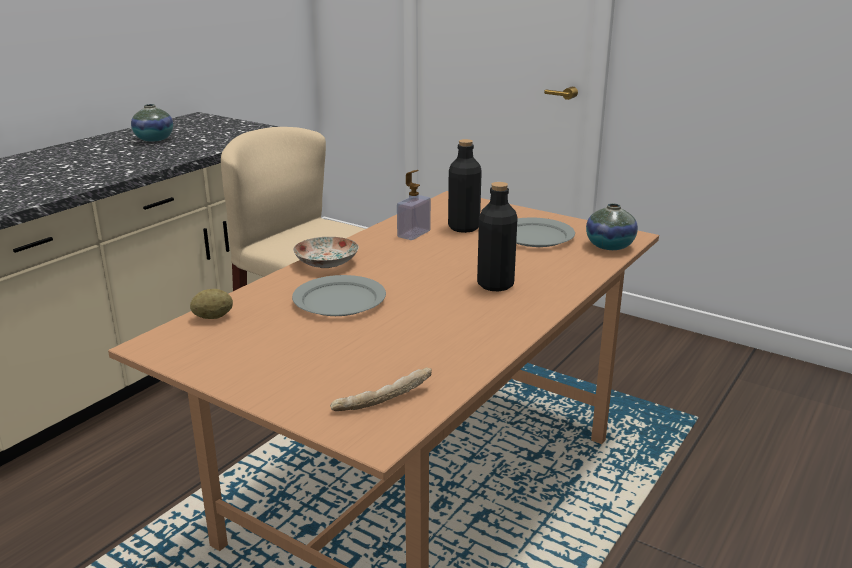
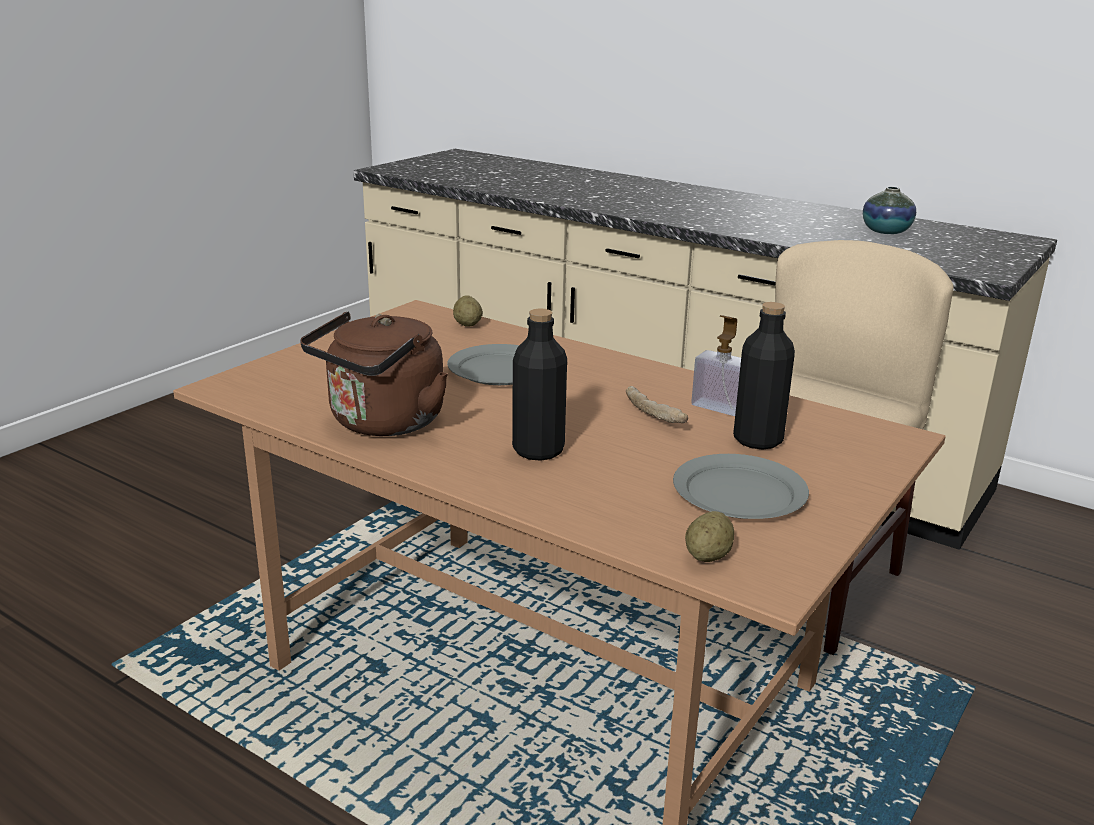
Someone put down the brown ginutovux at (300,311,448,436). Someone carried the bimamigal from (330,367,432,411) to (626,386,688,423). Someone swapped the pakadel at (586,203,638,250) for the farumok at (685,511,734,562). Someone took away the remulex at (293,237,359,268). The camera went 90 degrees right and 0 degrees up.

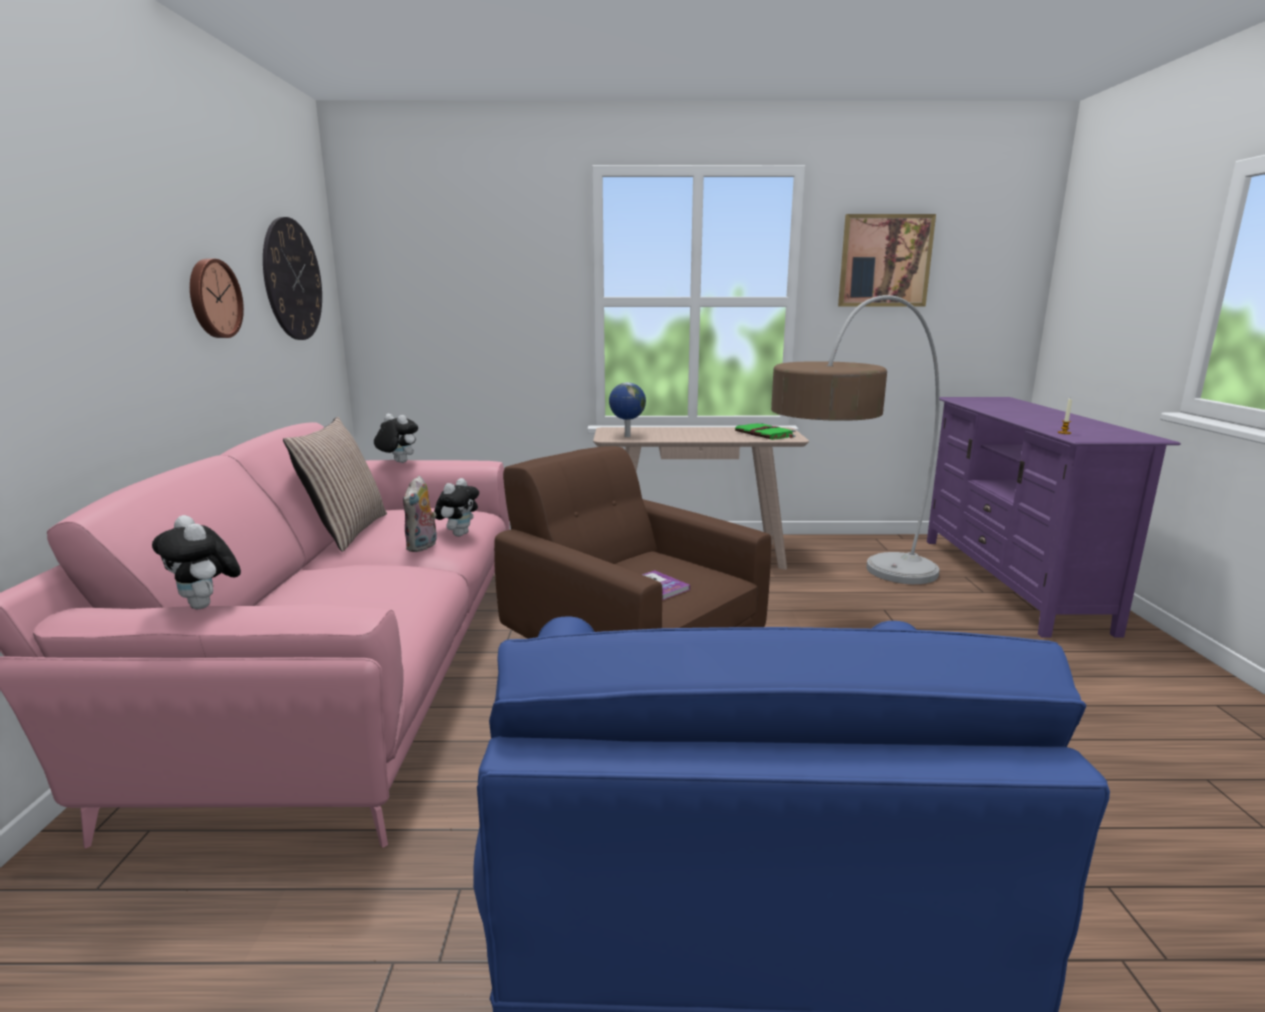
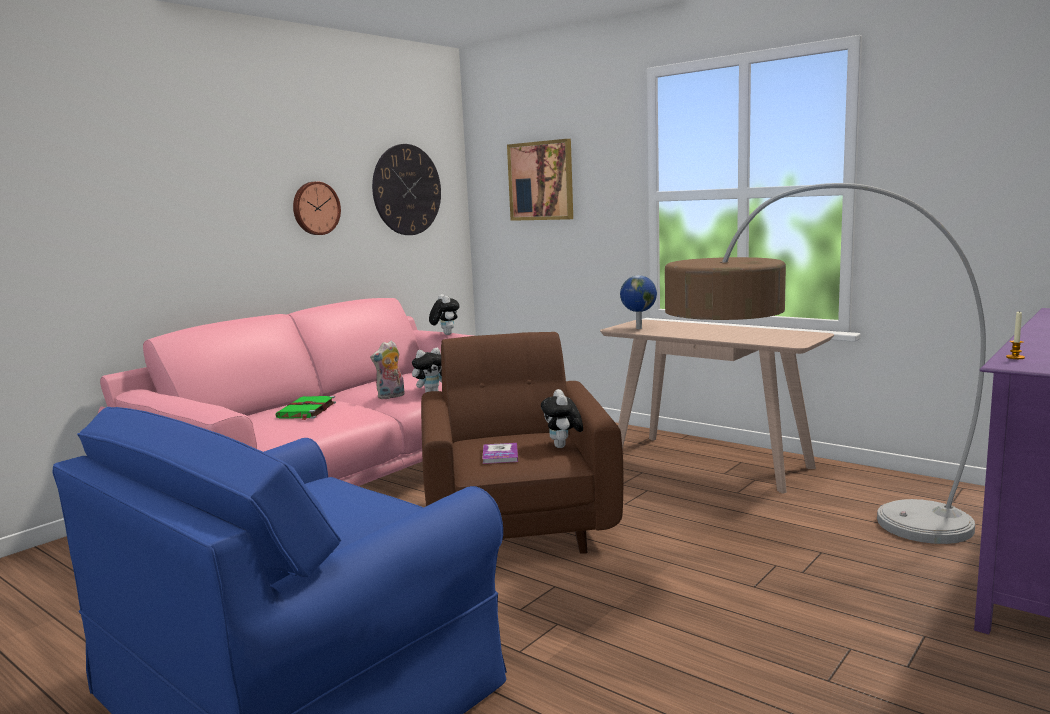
Someone carried the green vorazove from (735,423,795,440) to (275,396,336,420). Someone carried the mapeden from (838,214,936,307) to (507,139,573,221). Someone carried the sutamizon from (152,515,241,609) to (541,389,583,448). Someone took away the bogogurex at (283,417,387,552). The camera went 40 degrees right and 5 degrees down.

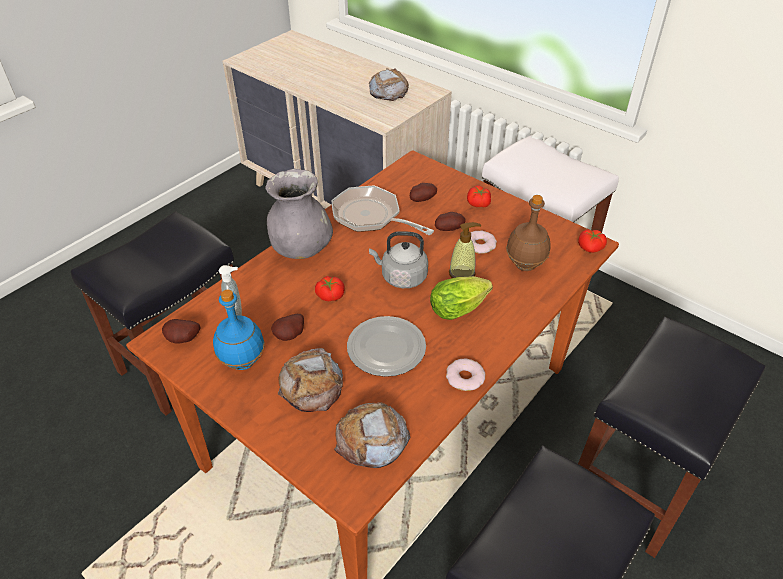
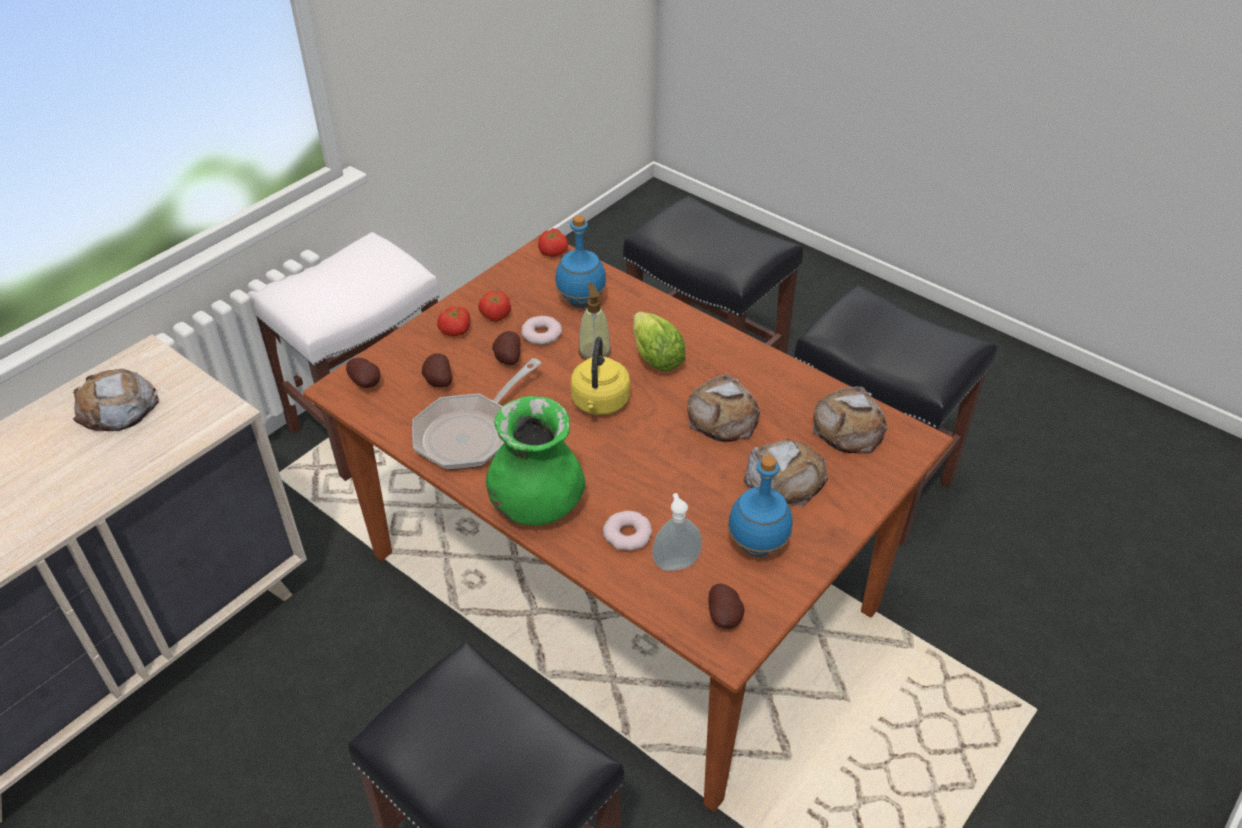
Someone carried the farumok from (271,314,304,341) to (346,358,380,388). Someone carried the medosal from (315,276,345,301) to (478,291,511,322). Someone repainted the grey pakadel at (265,169,333,259), which became the green pakadel at (486,396,585,526). Someone repainted the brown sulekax at (506,195,551,271), which became the blue sulekax at (555,215,606,308). Someone repainted the grey ginutovux at (369,231,428,288), which became the yellow ginutovux at (571,337,630,415). Someone carried the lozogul from (446,359,485,391) to (603,511,652,551). Someone swapped the remulex at (347,316,426,377) for the bimamigal at (687,375,760,442). The camera went 90 degrees left and 0 degrees up.

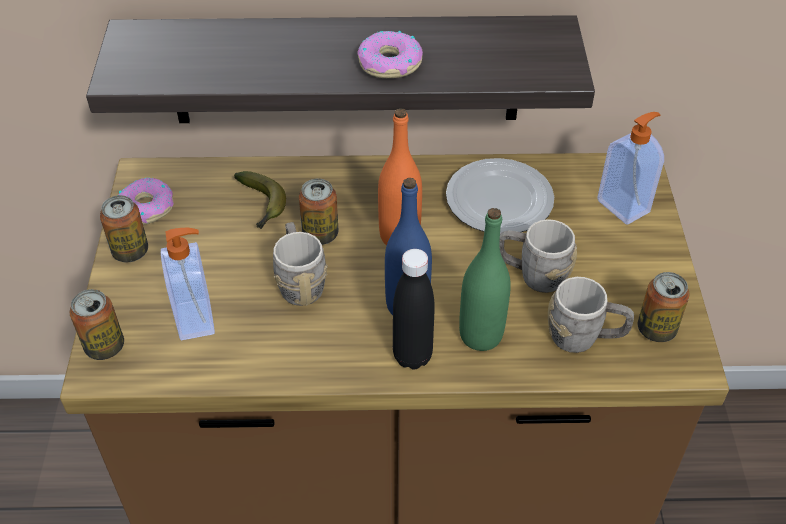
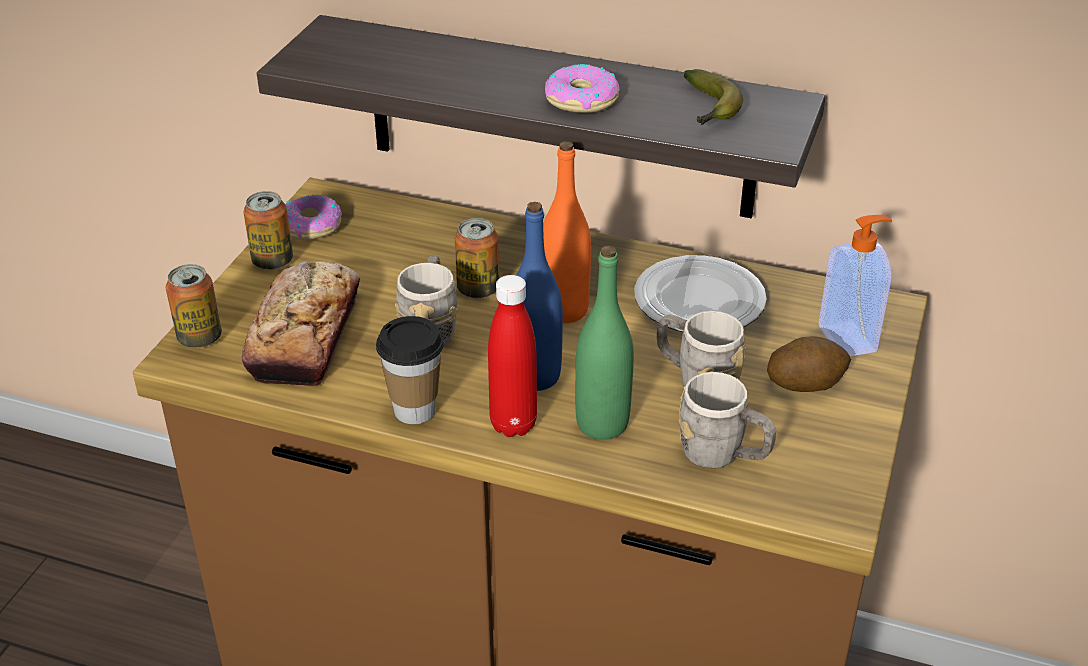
Someone swapped the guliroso at (161,228,215,340) for the bimamigal at (242,261,360,386). Someone put down the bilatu at (376,316,444,424). Someone repainted the black sulekax at (393,249,435,370), which became the red sulekax at (488,275,537,437). Someone carried the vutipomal from (234,171,286,229) to (684,69,743,125). Someone put down the farumok at (767,336,851,392). Someone took away the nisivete at (637,272,689,342). The camera went 20 degrees right and 10 degrees down.

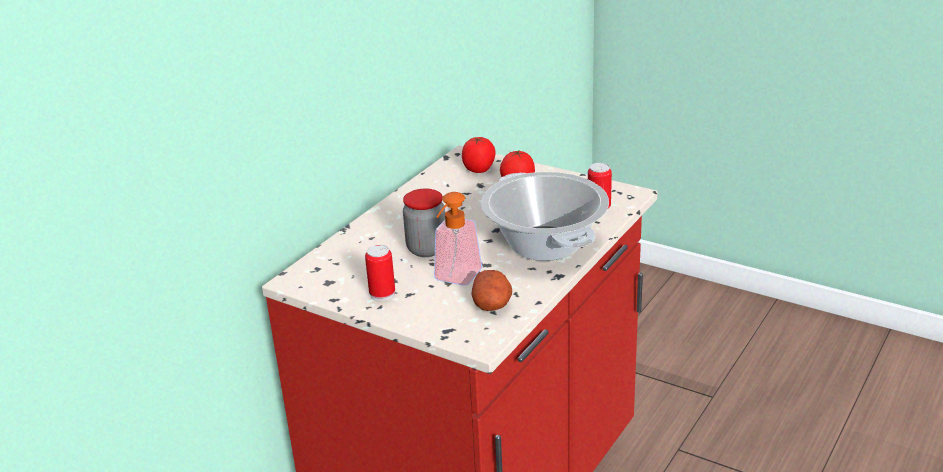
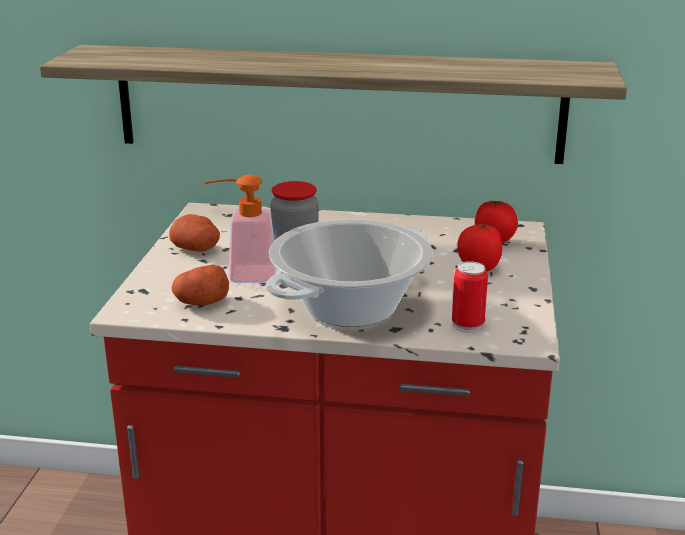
Someone put up the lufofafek at (40,45,627,164). Someone swapped the nisivete at (365,244,395,301) for the farumok at (169,214,220,252). The camera went 65 degrees right and 5 degrees down.

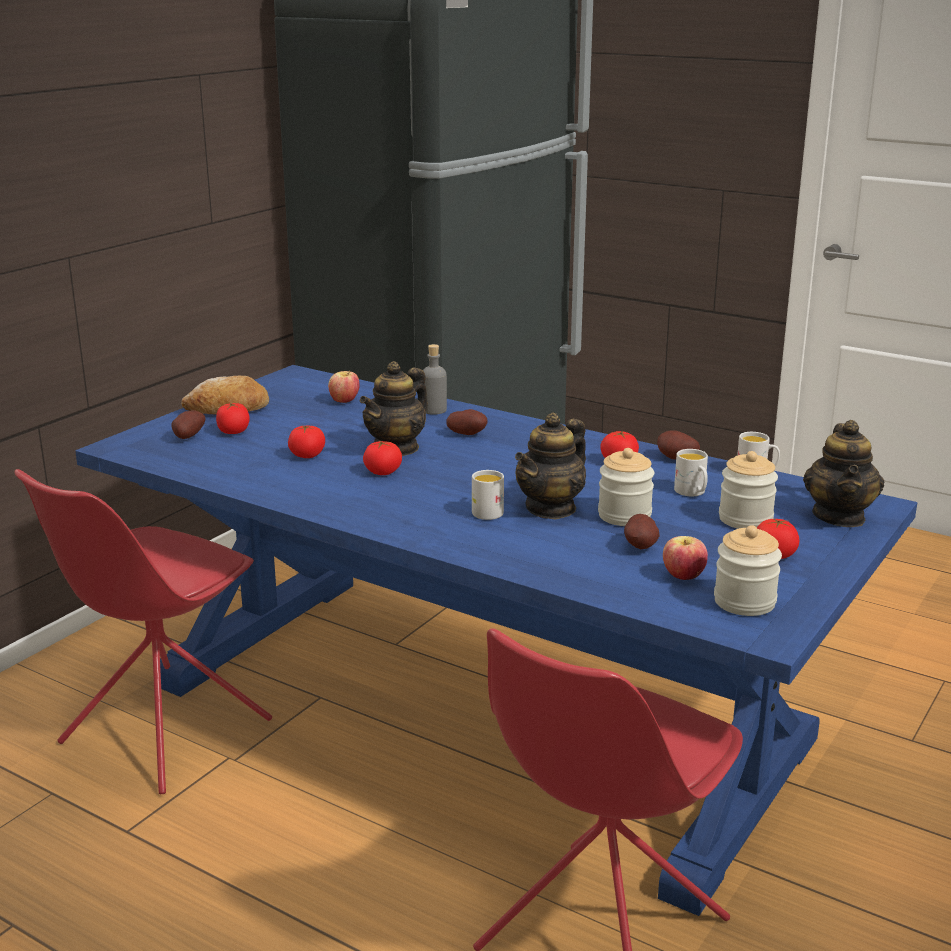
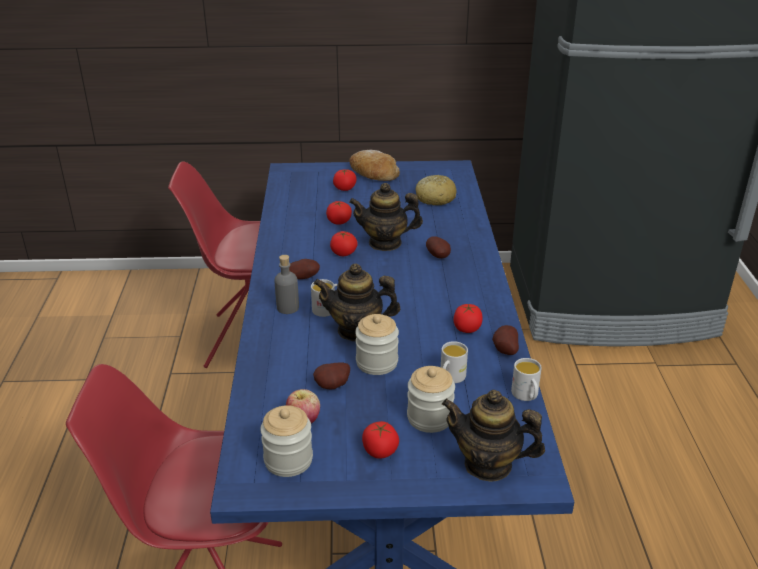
Someone carried the grey sulekax from (423,344,447,415) to (274,255,299,314). Someone carried the farumok from (171,410,205,439) to (289,259,320,279). Someone swapped the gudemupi at (328,371,359,403) for the bimamigal at (416,175,457,206). Someone rotated the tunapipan at (803,420,884,527) by 45 degrees clockwise. The camera went 55 degrees right and 10 degrees up.

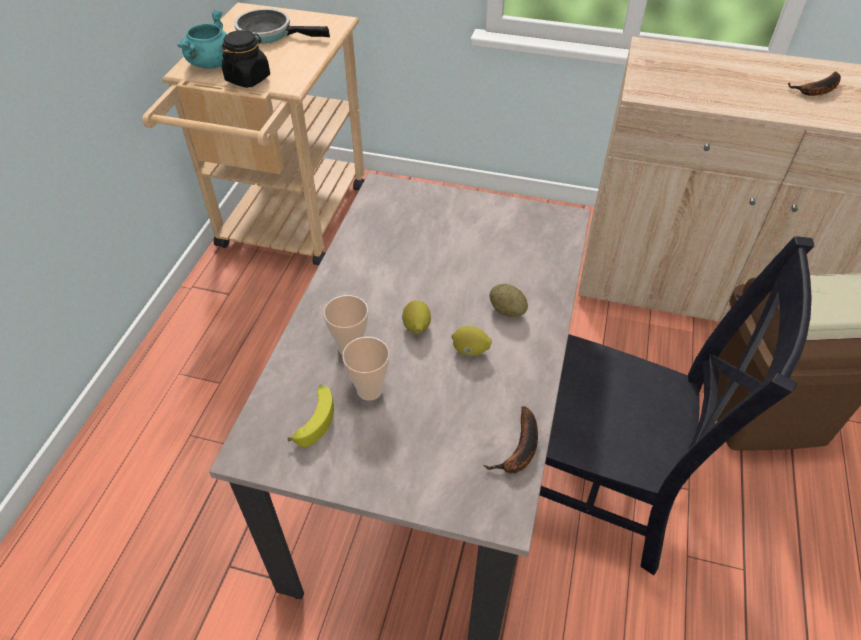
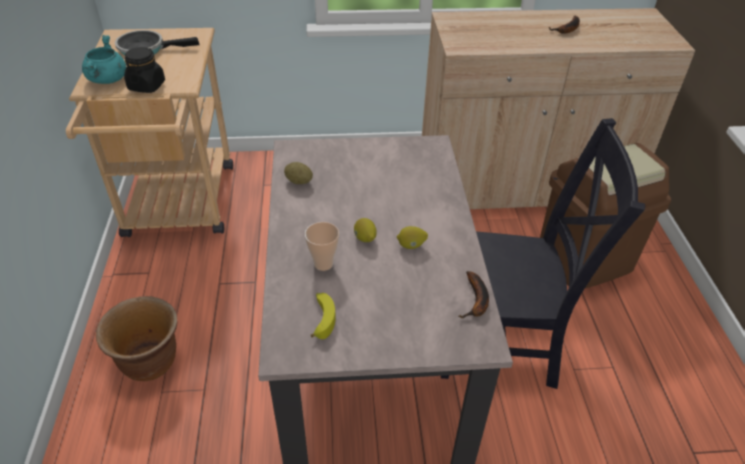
Someone put down the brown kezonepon at (96,296,177,381). Someone carried the farumok from (490,284,528,317) to (284,162,313,184). Someone took away the bilatu at (342,337,390,401). The camera went 20 degrees left and 5 degrees down.

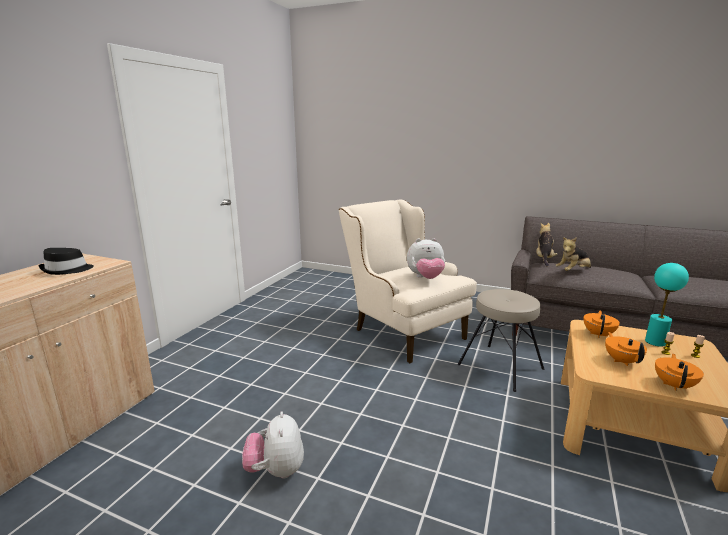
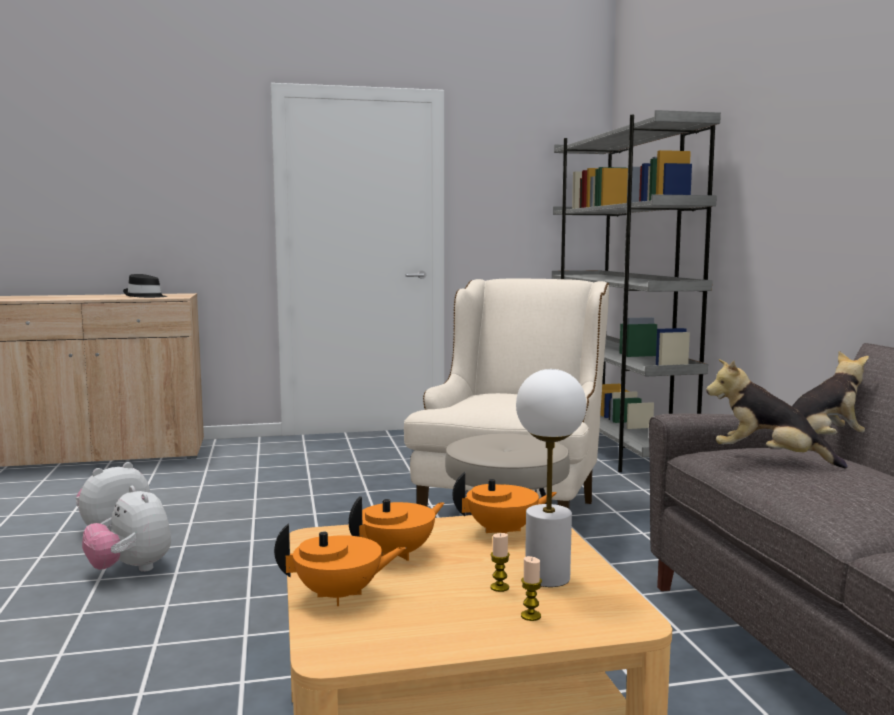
Someone carried the sutamizon from (407,238,445,279) to (82,486,171,572). Someone repainted the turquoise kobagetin at (645,263,689,347), which became the white kobagetin at (516,369,586,587). Someone put down the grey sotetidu at (552,110,721,472). The camera went 55 degrees right and 10 degrees down.

